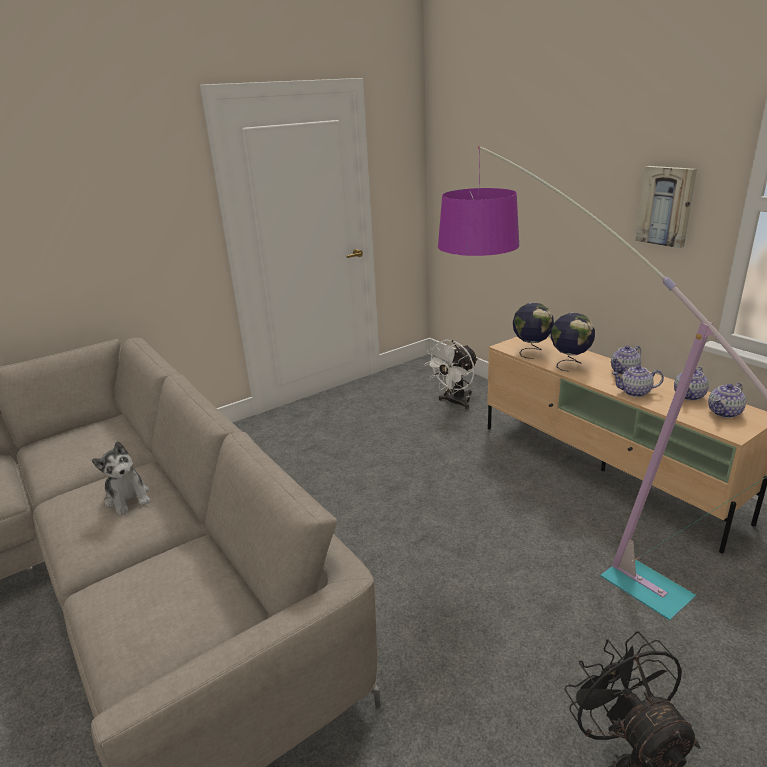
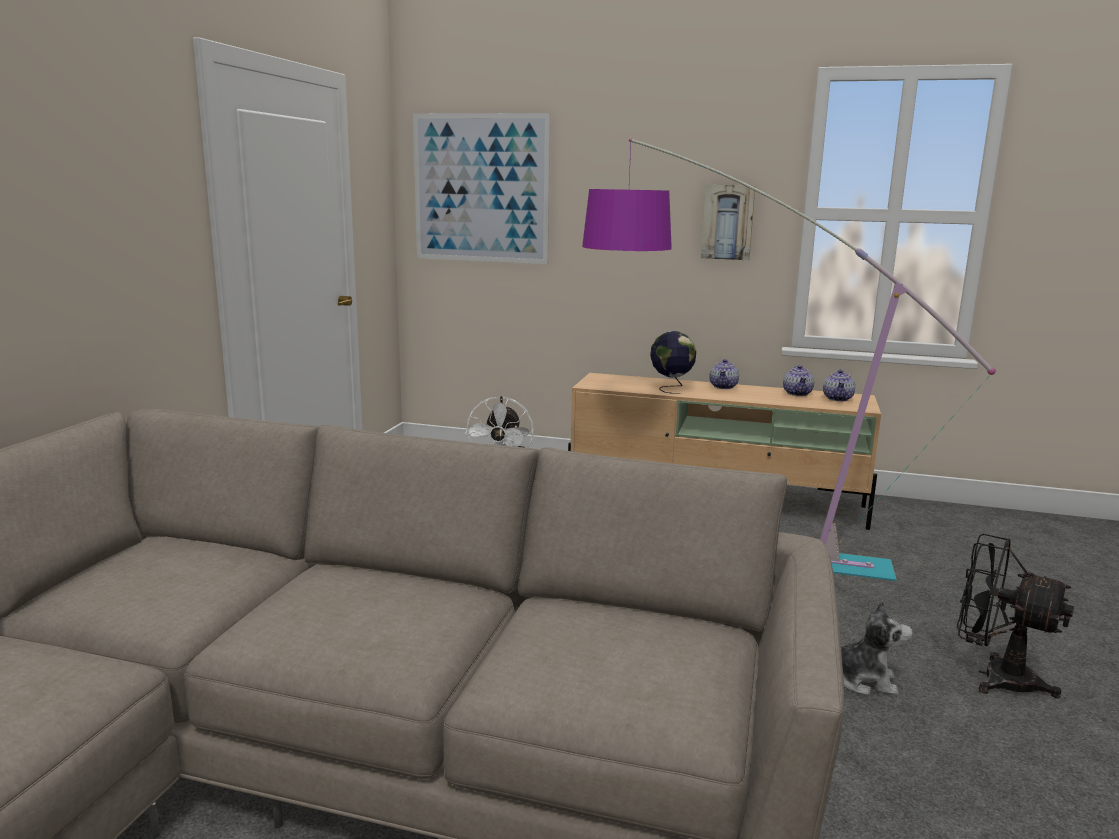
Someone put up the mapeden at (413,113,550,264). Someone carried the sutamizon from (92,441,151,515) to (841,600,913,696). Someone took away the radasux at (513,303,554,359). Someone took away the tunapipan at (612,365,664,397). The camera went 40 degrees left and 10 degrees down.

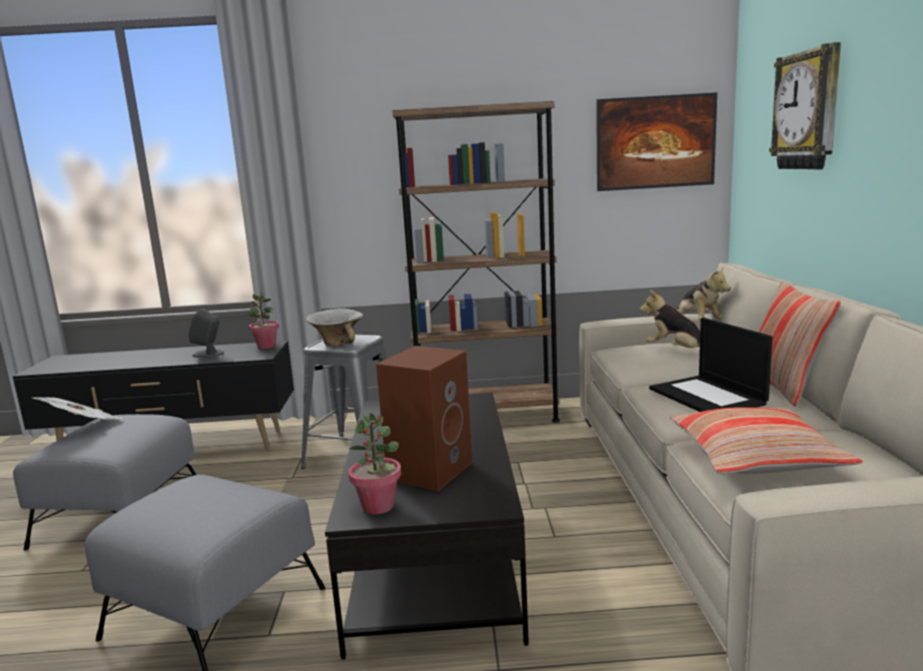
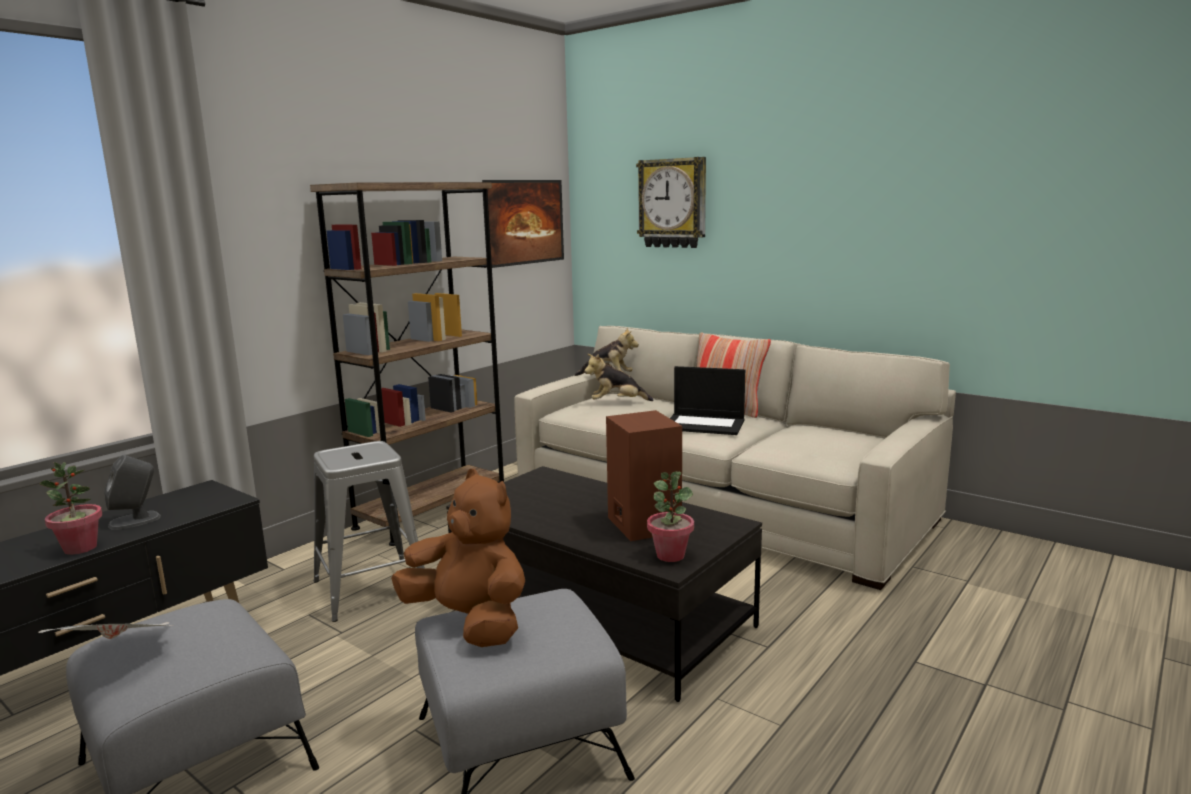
Someone carried the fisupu from (249,292,279,349) to (40,462,102,555). Someone put down the brown sutamizon at (391,469,525,647). Someone took away the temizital at (306,308,363,347). Someone took away the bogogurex at (669,407,863,474). The camera went 50 degrees left and 0 degrees up.

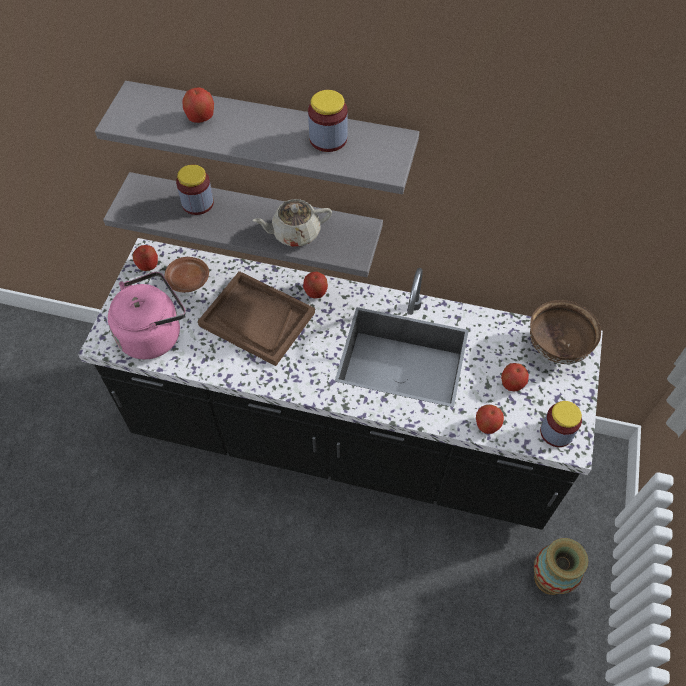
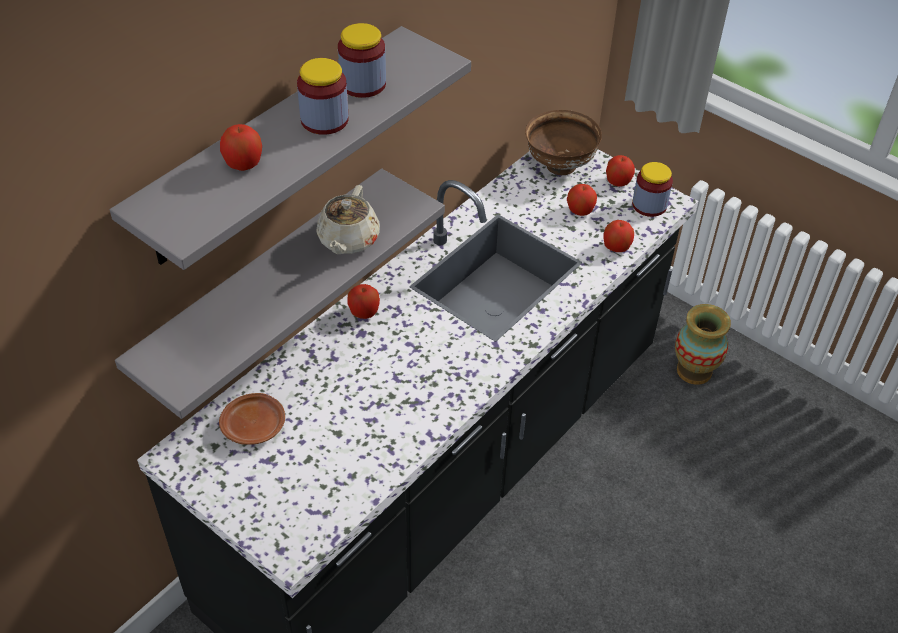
Someone carried the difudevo from (176,164,214,215) to (297,58,348,135). Someone carried the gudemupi from (133,245,158,271) to (606,155,635,187). Someone took away the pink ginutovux at (108,272,186,359). Someone took away the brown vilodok at (198,271,315,366). The camera went 65 degrees left and 10 degrees down.

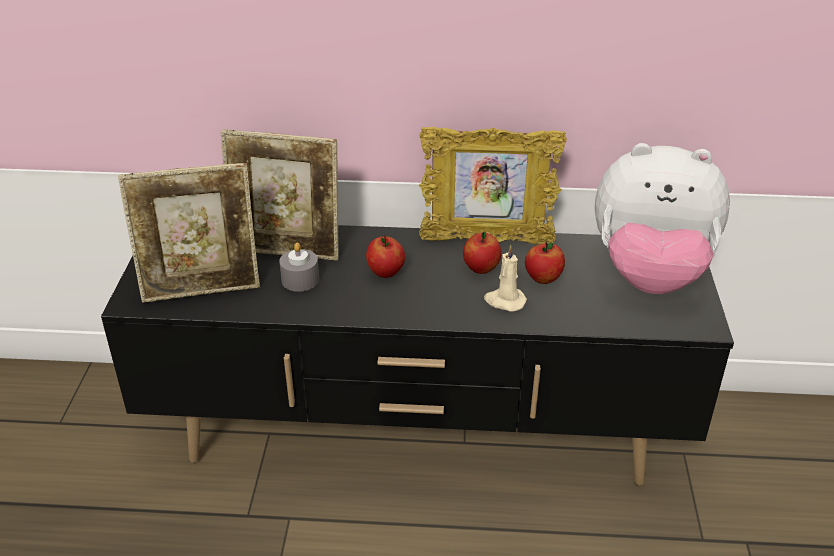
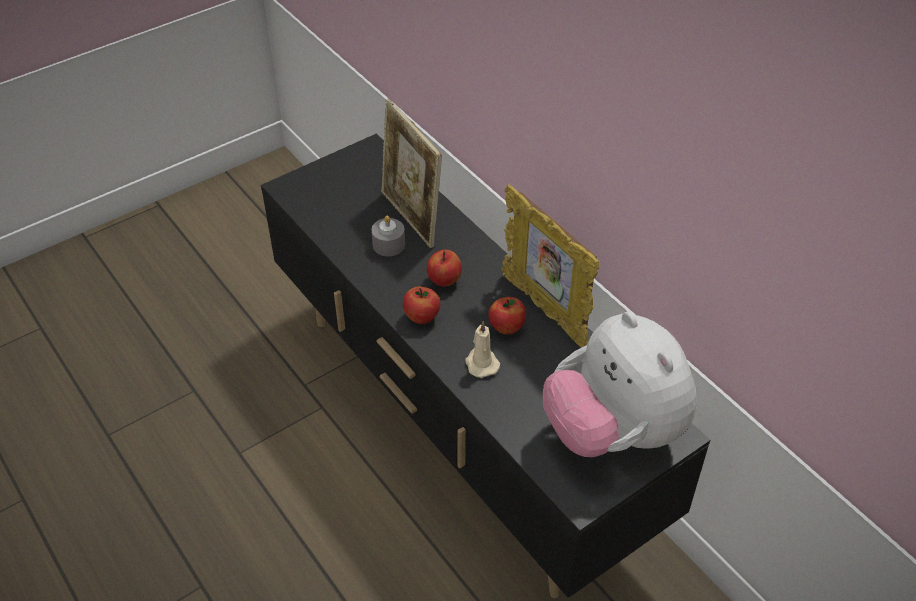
Someone carried the gudemupi from (525,242,565,284) to (403,286,440,324). Someone took away the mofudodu at (118,163,260,303). The camera went 50 degrees right and 10 degrees up.

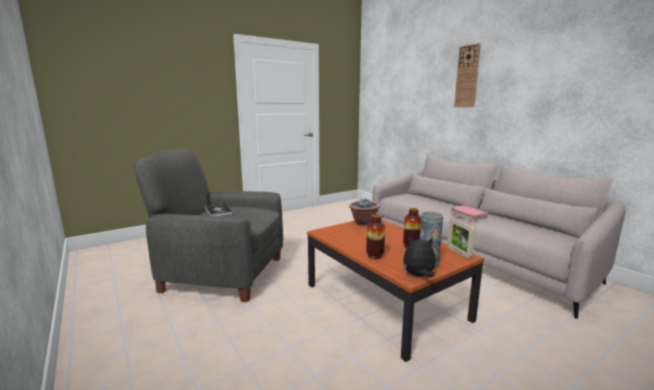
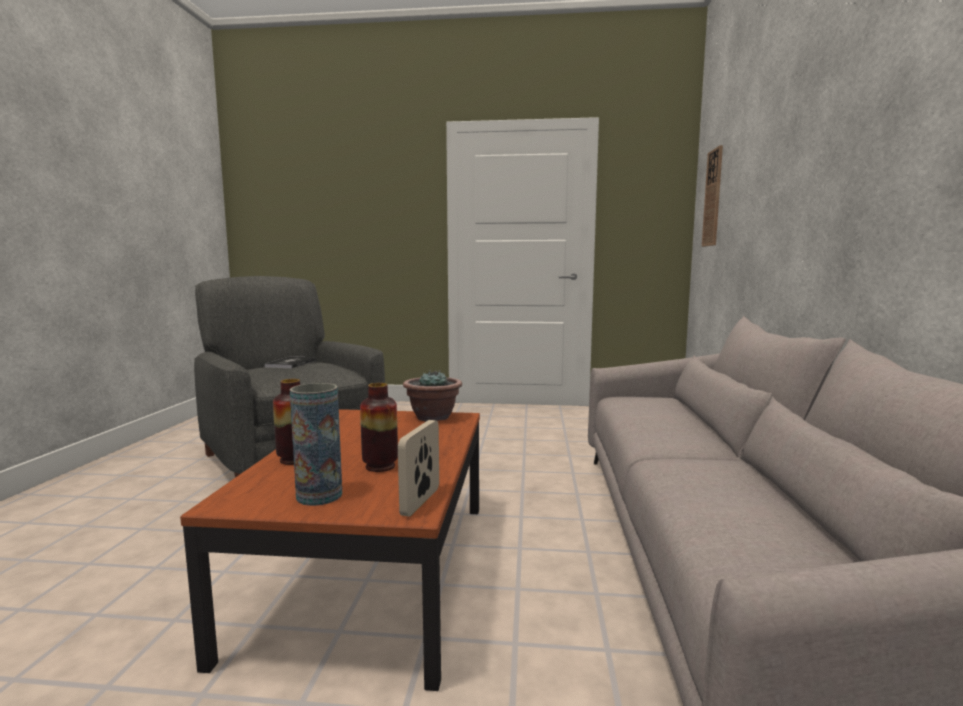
Someone carried the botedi from (454,43,481,107) to (702,145,723,247). Someone took away the sutamizon at (403,237,436,277). Someone took away the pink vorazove at (450,205,489,221). The camera went 40 degrees right and 5 degrees down.

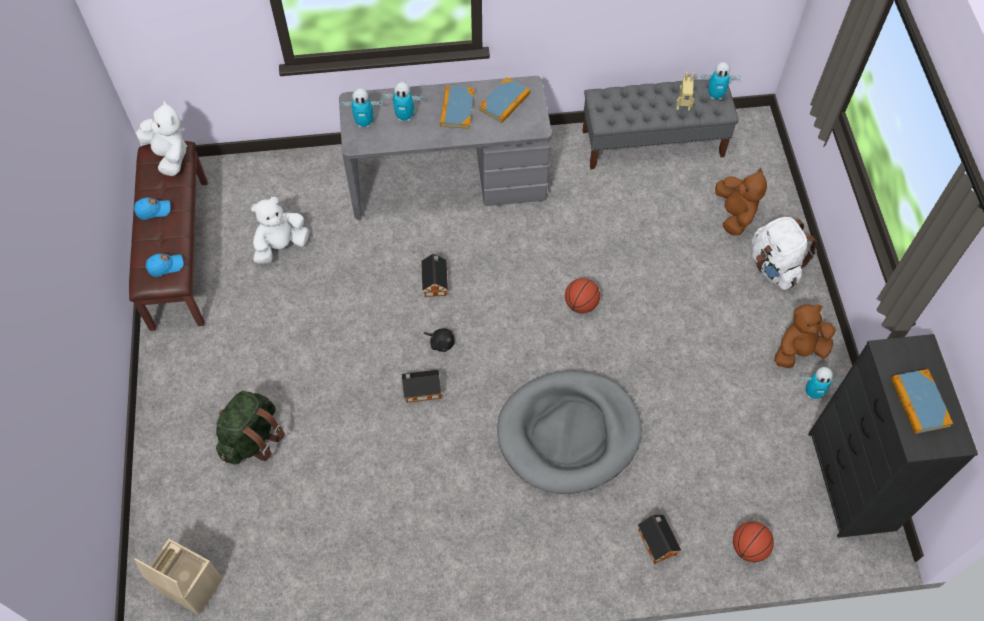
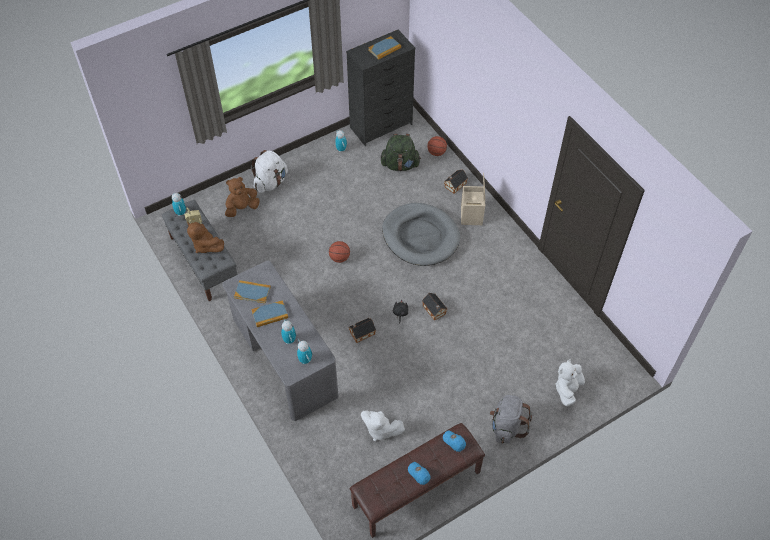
Someone carried the brown sutamizon from (774,304,836,368) to (187,222,224,253). Someone carried the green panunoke from (216,391,285,464) to (380,134,421,171). Someone carried the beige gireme from (134,539,223,615) to (461,173,485,225). Someone put down the grey panunoke at (490,395,532,443). Someone carried the white sutamizon from (136,100,187,176) to (555,359,585,406). The camera went 115 degrees left and 5 degrees down.

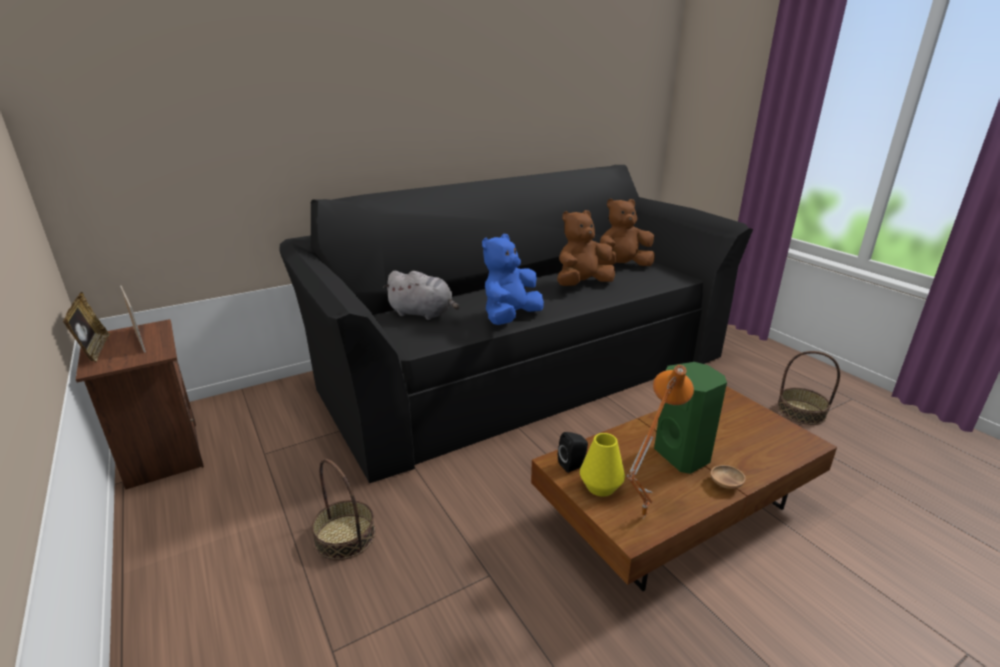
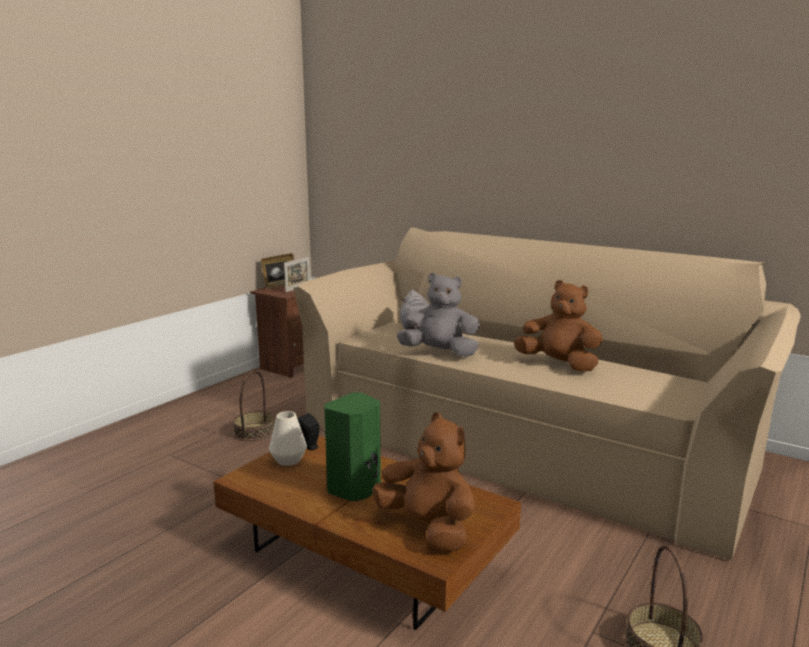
Someone repainted the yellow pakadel at (580,433,625,497), which became the white pakadel at (269,411,307,466). Someone repainted the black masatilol at (279,165,753,483), which became the beige masatilol at (293,227,801,560). Someone carried the brown sutamizon from (598,199,655,266) to (372,412,475,551). Someone repainted the blue sutamizon at (482,234,544,325), which became the grey sutamizon at (397,273,480,357). Someone took away the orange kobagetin at (627,365,694,518). Someone took away the brown temizital at (711,465,746,489). The camera went 65 degrees right and 10 degrees down.

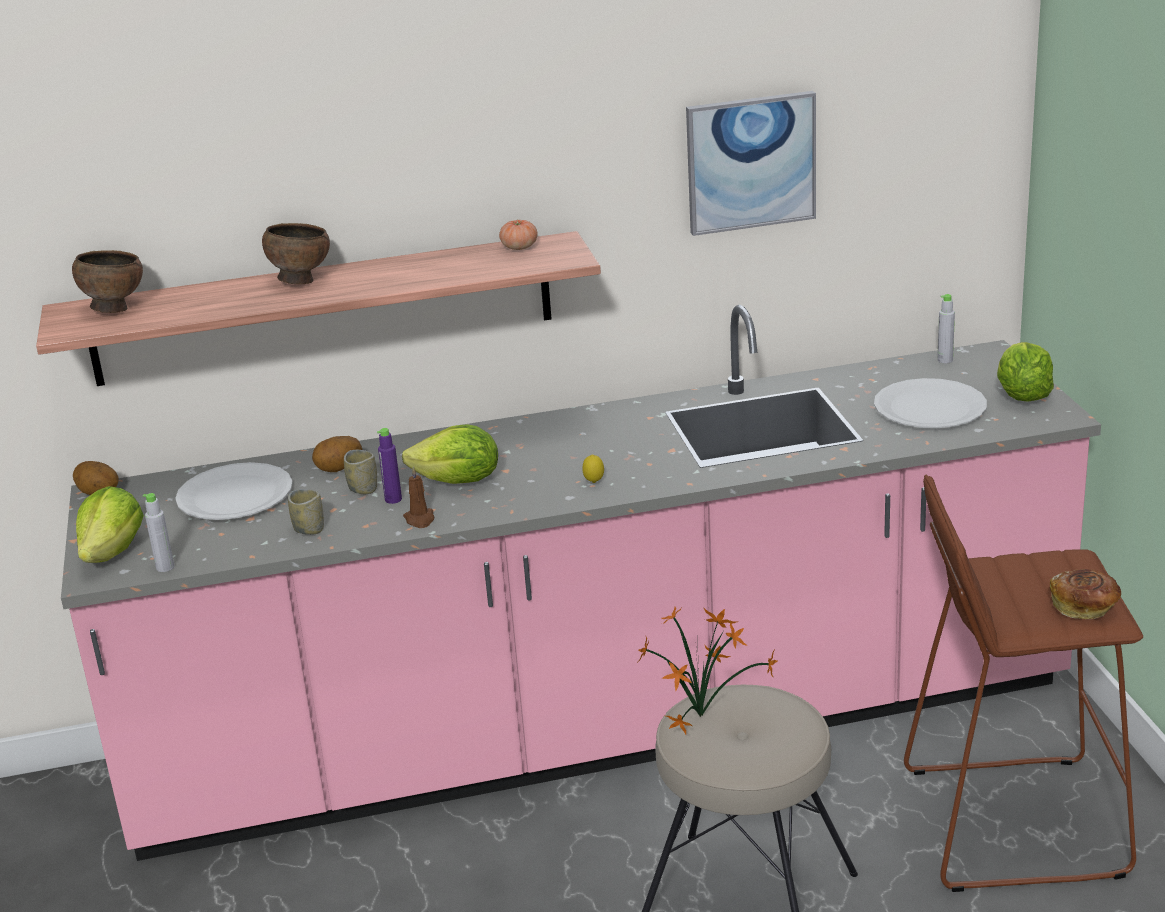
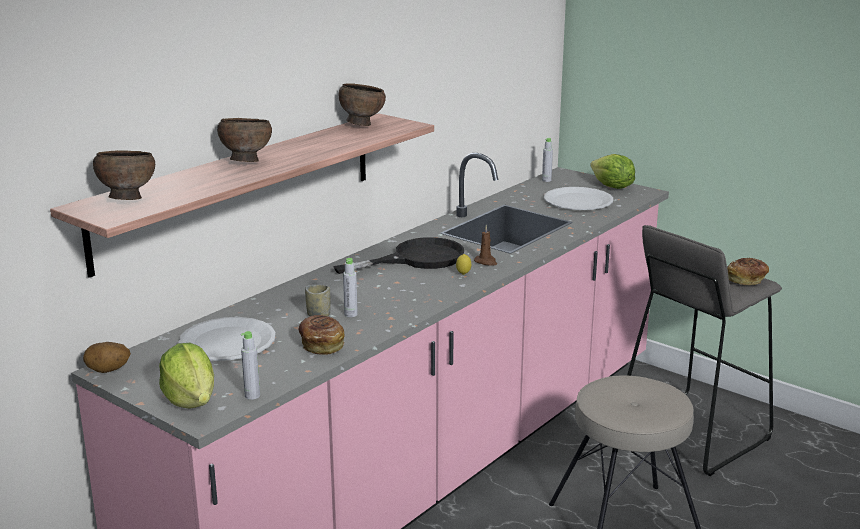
Someone swapped the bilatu at (288,489,324,535) for the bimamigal at (299,315,345,355). Someone put down the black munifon at (333,237,464,274). Someone swapped the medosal at (499,220,538,250) for the brown temizital at (339,83,386,126). Someone repainted the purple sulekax at (377,428,402,504), which became the grey sulekax at (343,258,358,317). Someone carried the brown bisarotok from (403,466,434,528) to (474,225,497,266). Someone repainted the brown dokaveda at (904,475,1143,892), which became the grey dokaveda at (627,225,782,476). Someone took away the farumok at (312,436,362,472). Someone took away the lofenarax at (402,424,498,484). Someone took away the fisupu at (638,606,777,734). Someone took away the mapeden at (686,91,816,236). The camera went 40 degrees left and 5 degrees down.

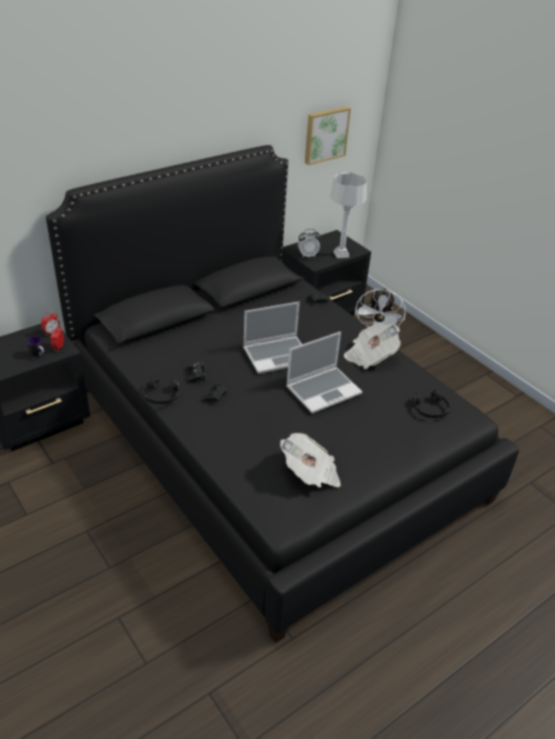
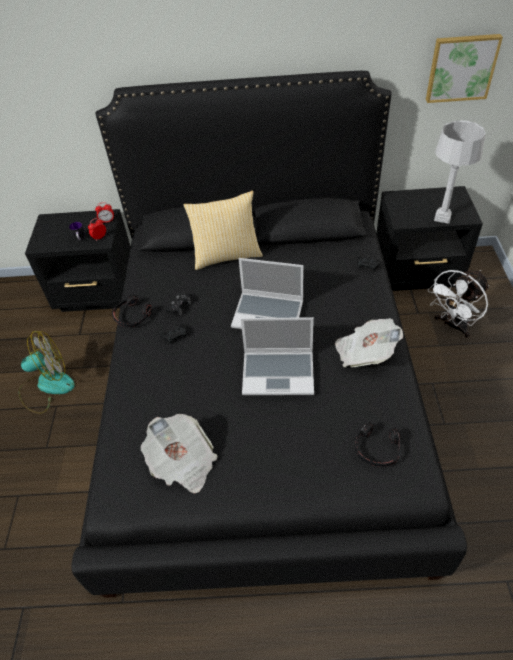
Someone put down the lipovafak at (19,331,75,414). Someone put down the bogogurex at (183,191,263,270). Someone took away the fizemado at (298,229,321,258). The camera went 40 degrees right and 10 degrees up.

